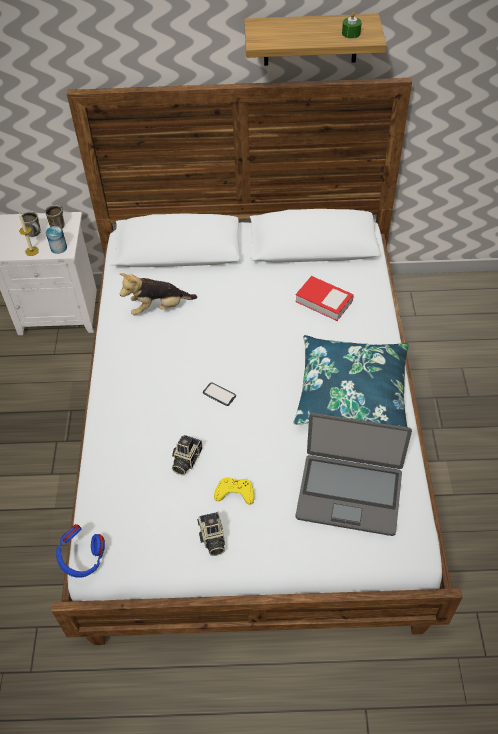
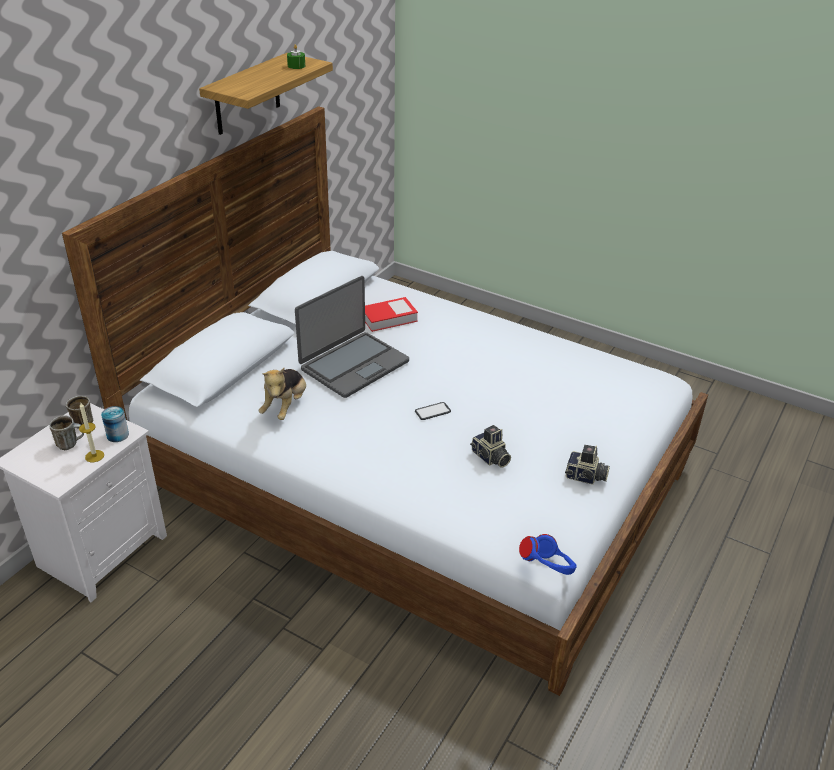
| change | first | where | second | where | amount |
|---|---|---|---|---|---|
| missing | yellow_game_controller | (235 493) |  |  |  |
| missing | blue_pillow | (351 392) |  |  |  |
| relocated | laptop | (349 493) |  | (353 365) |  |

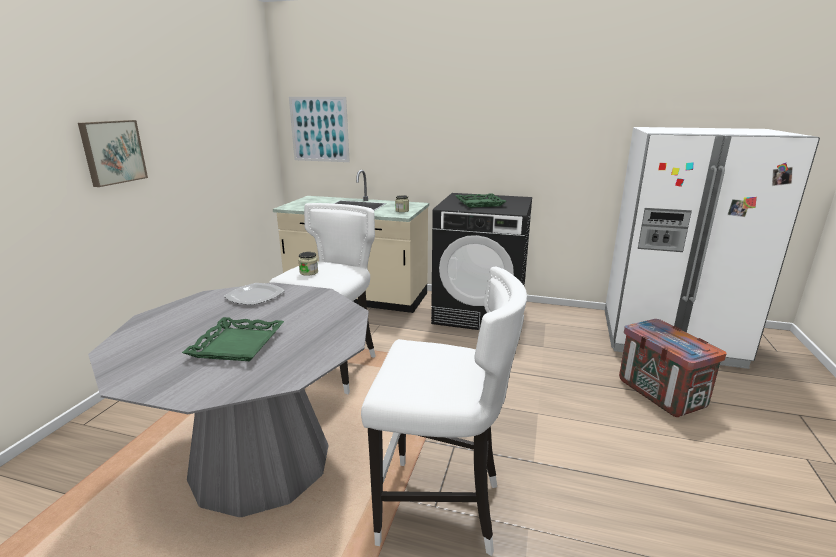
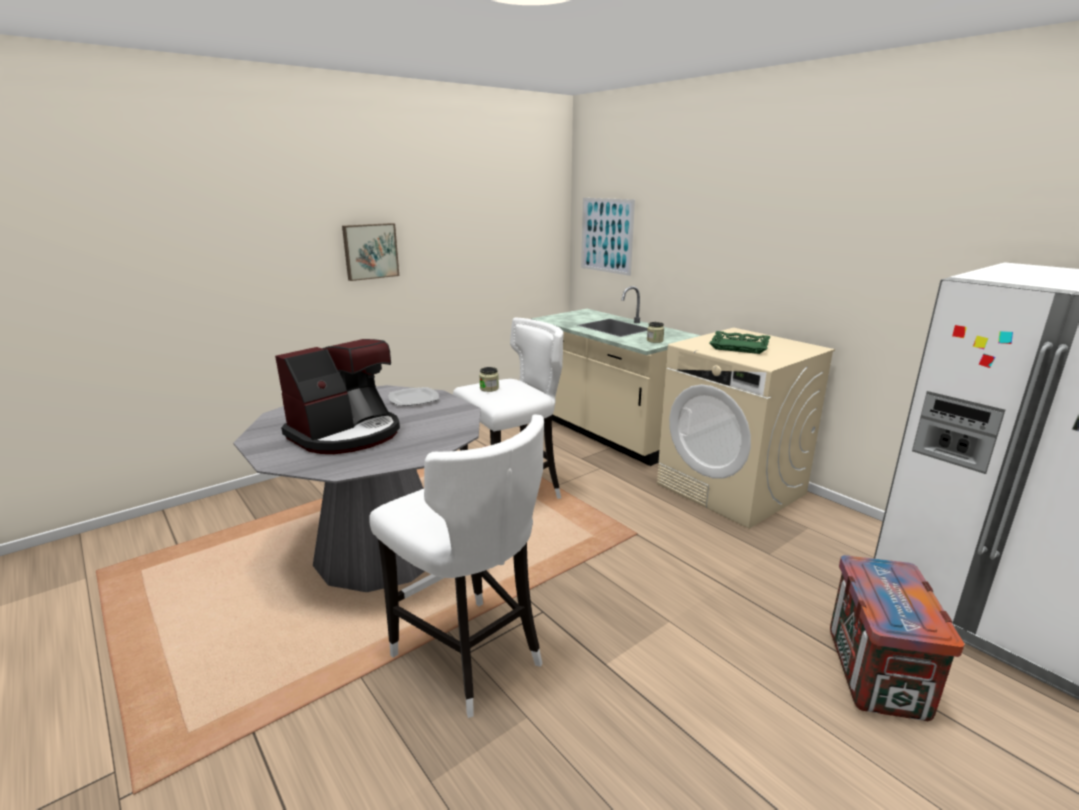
| change | first | where | second | where | amount |
|---|---|---|---|---|---|
| exchanged | green_tray | (237 344) | coffee_machine | (346 434) |  |
| colour | black_washing_machine | (480 313) | beige_washing_machine | (731 489) |  |

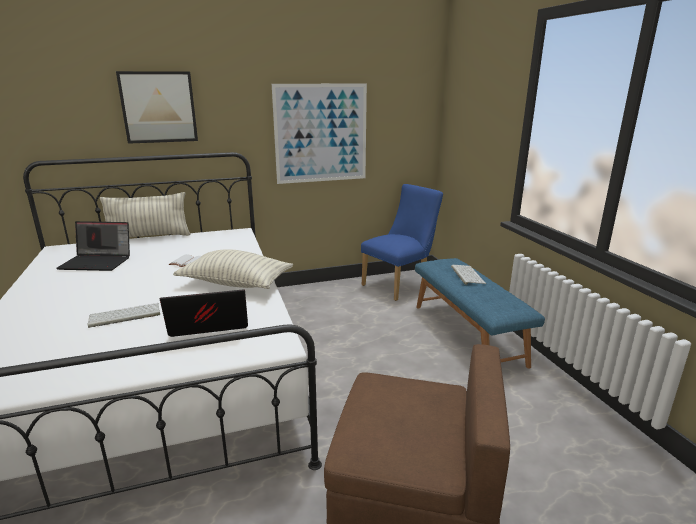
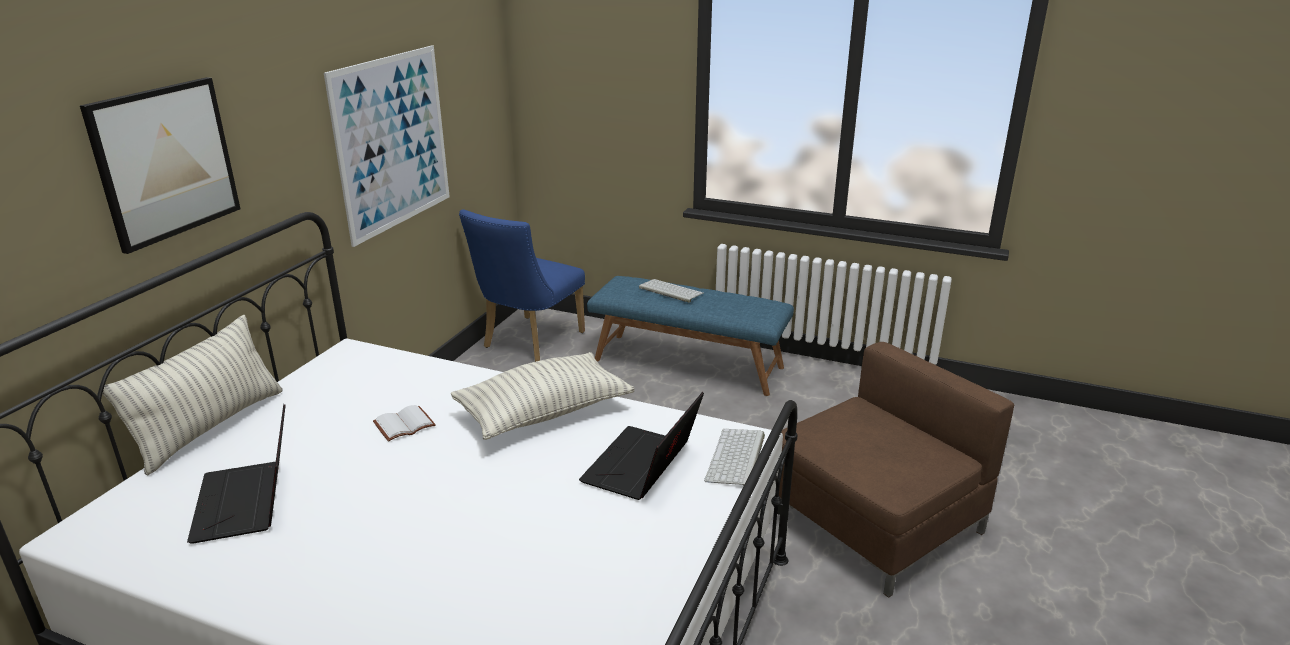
| change | first | where | second | where | amount |
|---|---|---|---|---|---|
| spun | laptop | (98 262) |  | (248 502) | 120 degrees clockwise |
| relocated | keyboard | (124 316) |  | (737 459) |  |
| spun | blue_chair | (400 284) |  | (528 342) | 150 degrees counterclockwise |

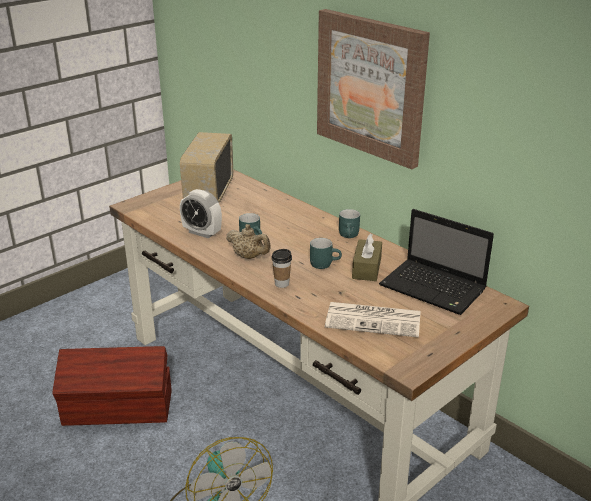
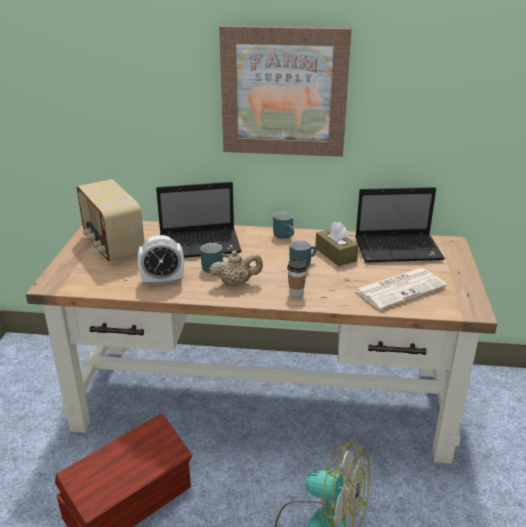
| change | first | where | second | where | amount |
|---|---|---|---|---|---|
| appeared |  |  | laptop | (201 245) |  |

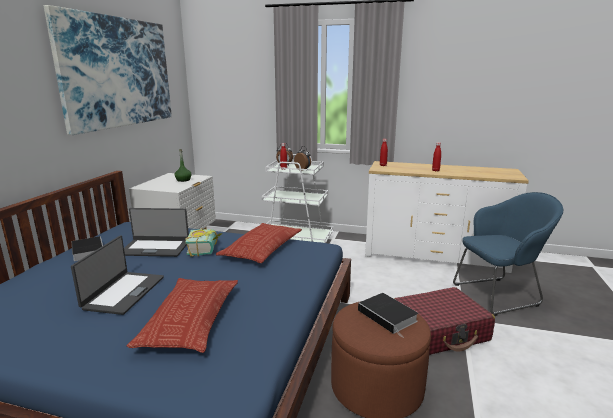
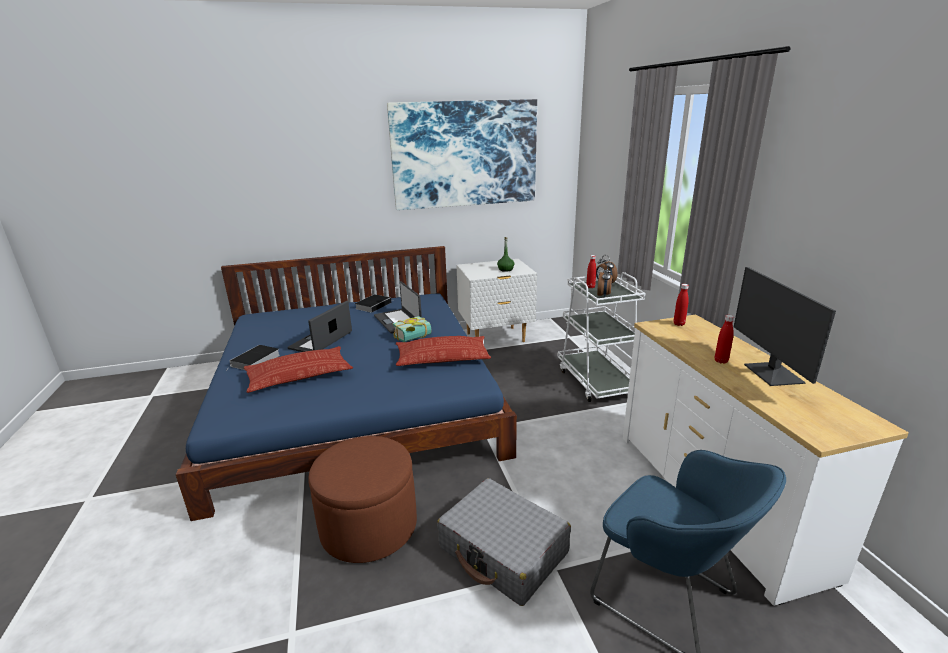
| change | first | where | second | where | amount |
|---|---|---|---|---|---|
| spun | laptop | (123 292) |  | (321 340) | 135 degrees clockwise |
| relocated | book | (389 316) |  | (255 361) |  |
| colour | red_suitcase | (440 331) | grey_suitcase | (503 551) |  |
| appeared |  |  | monitor | (772 374) |  |

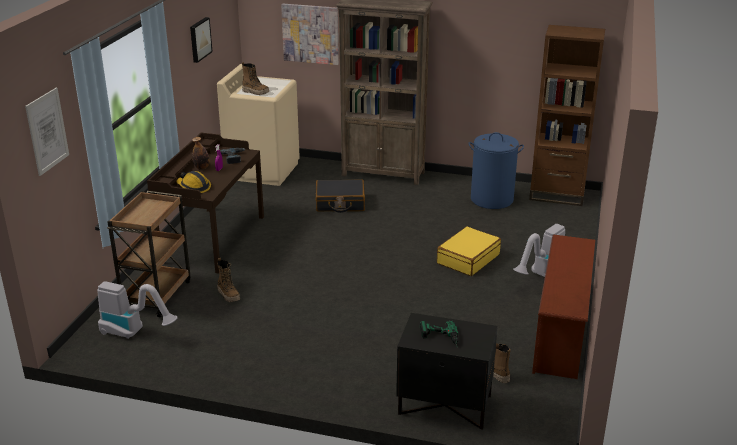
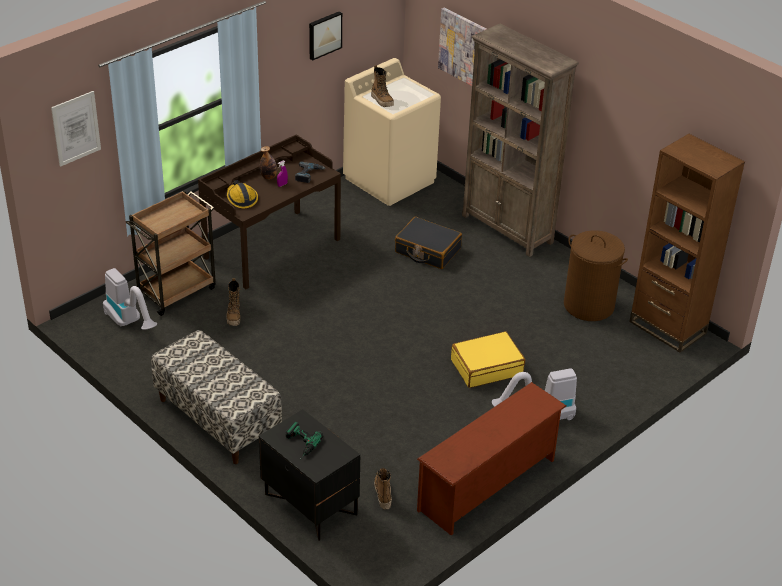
| change | first | where | second | where | amount |
|---|---|---|---|---|---|
| colour | blue_laundry_basket | (492 199) | brown_laundry_basket | (589 305) |  |
| appeared |  |  | bench | (217 419) |  |

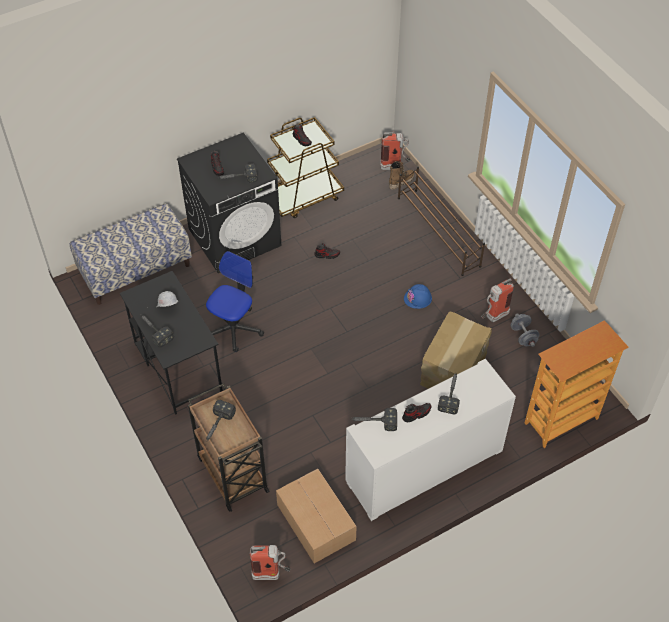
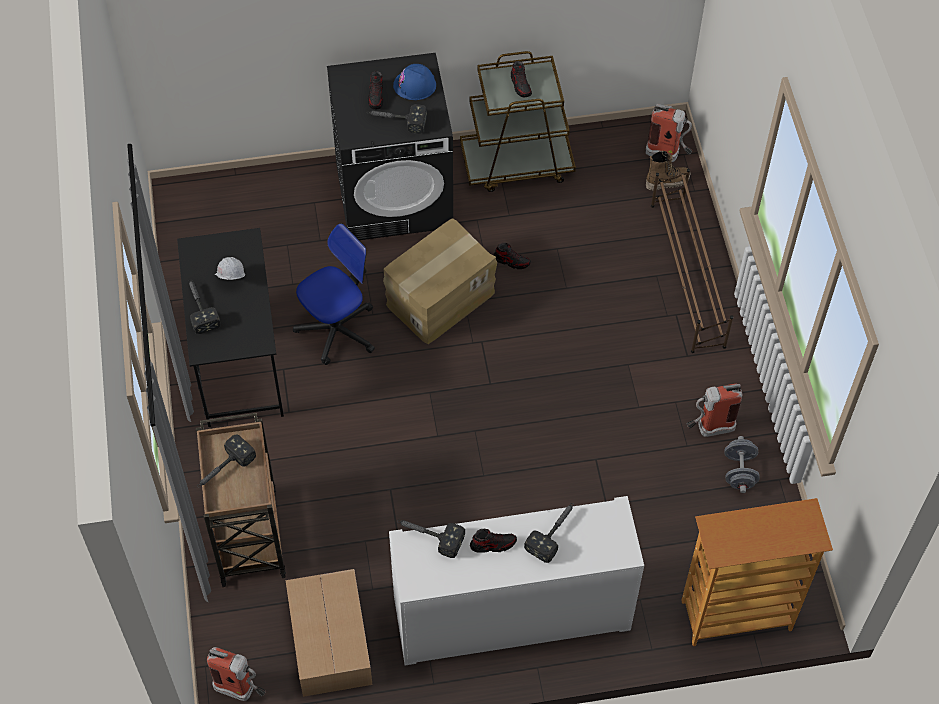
| change | first | where | second | where | amount |
|---|---|---|---|---|---|
| missing | bench | (136 270) |  |  |  |
| relocated | blue_hard_hat | (418 298) |  | (414 85) |  |
| relocated | cardboard_box | (452 368) |  | (439 298) |  |

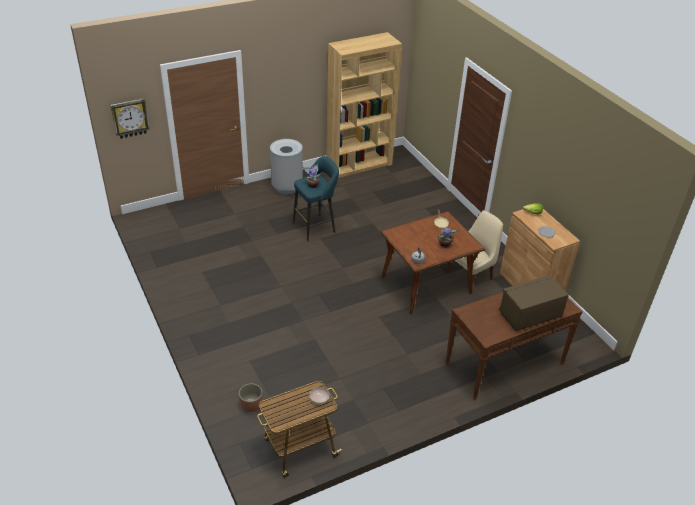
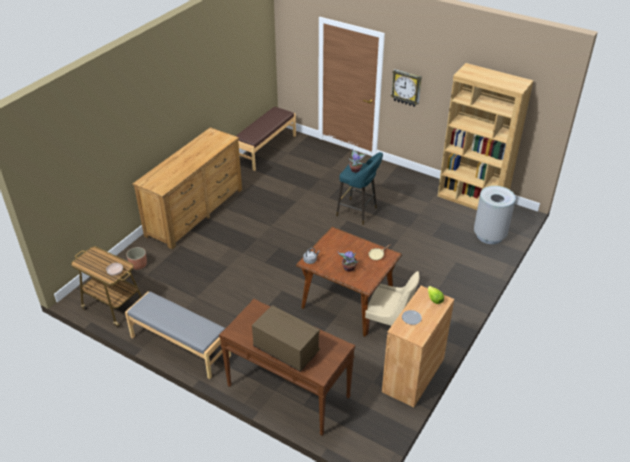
| change | first | where | second | where | amount |
|---|---|---|---|---|---|
| relocated | wall_clock | (130 118) |  | (406 88) |  |
| relocated | grey_trash_can | (287 187) |  | (489 235) |  |
| appeared |  |  | grey_bench | (179 347) |  |
| appeared |  |  | brown_dresser | (195 212) |  |
| appeared |  |  | brown_bench | (265 149) |  |

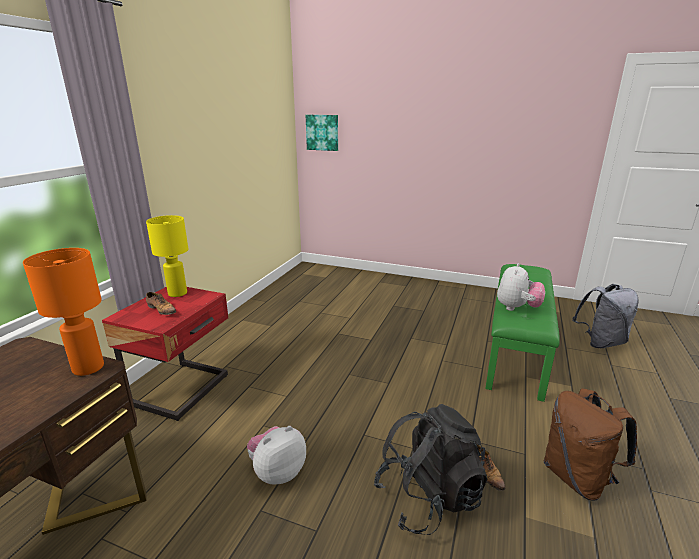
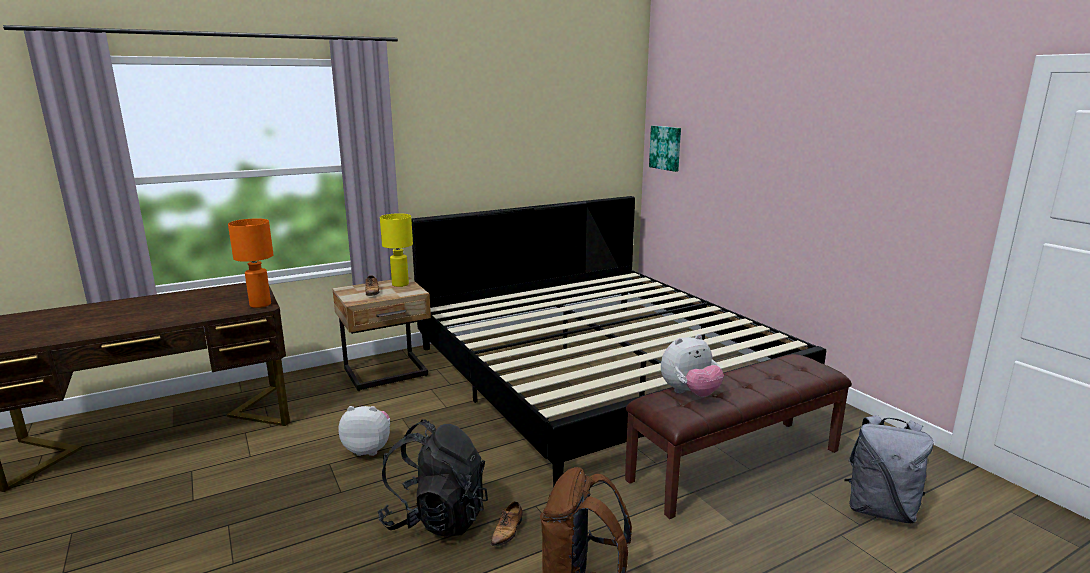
| change | first | where | second | where | amount |
|---|---|---|---|---|---|
| colour | red_nightstand | (183 390) | beige_nightstand | (387 374) |  |
| colour | green_bench | (515 348) | brown_bench | (734 464) |  |
| appeared |  |  | bed | (599 372) |  |

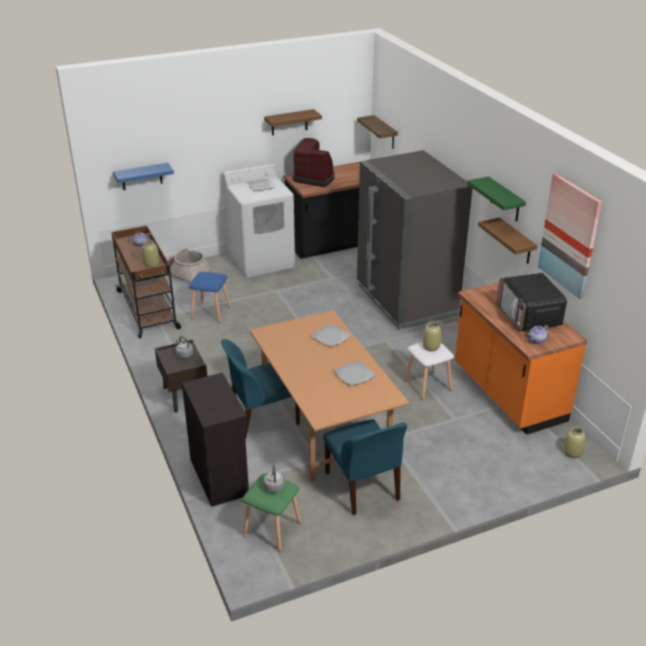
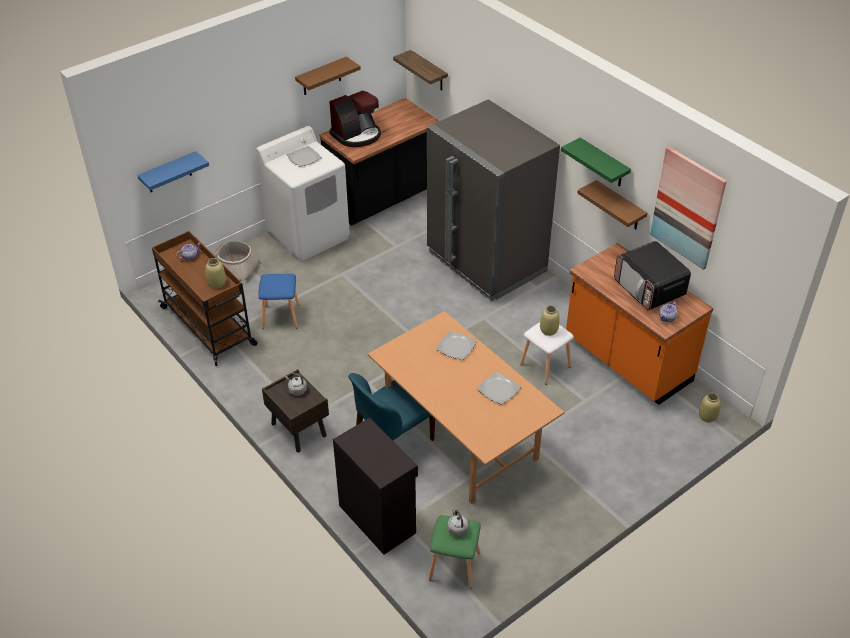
| change | first | where | second | where | amount |
|---|---|---|---|---|---|
| spun | coffee_machine | (314 178) |  | (357 135) | 135 degrees clockwise |
| missing | blue_chair | (363 487) |  |  |  |

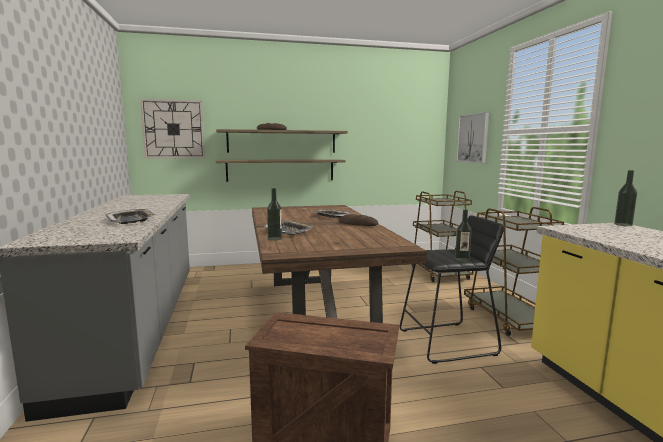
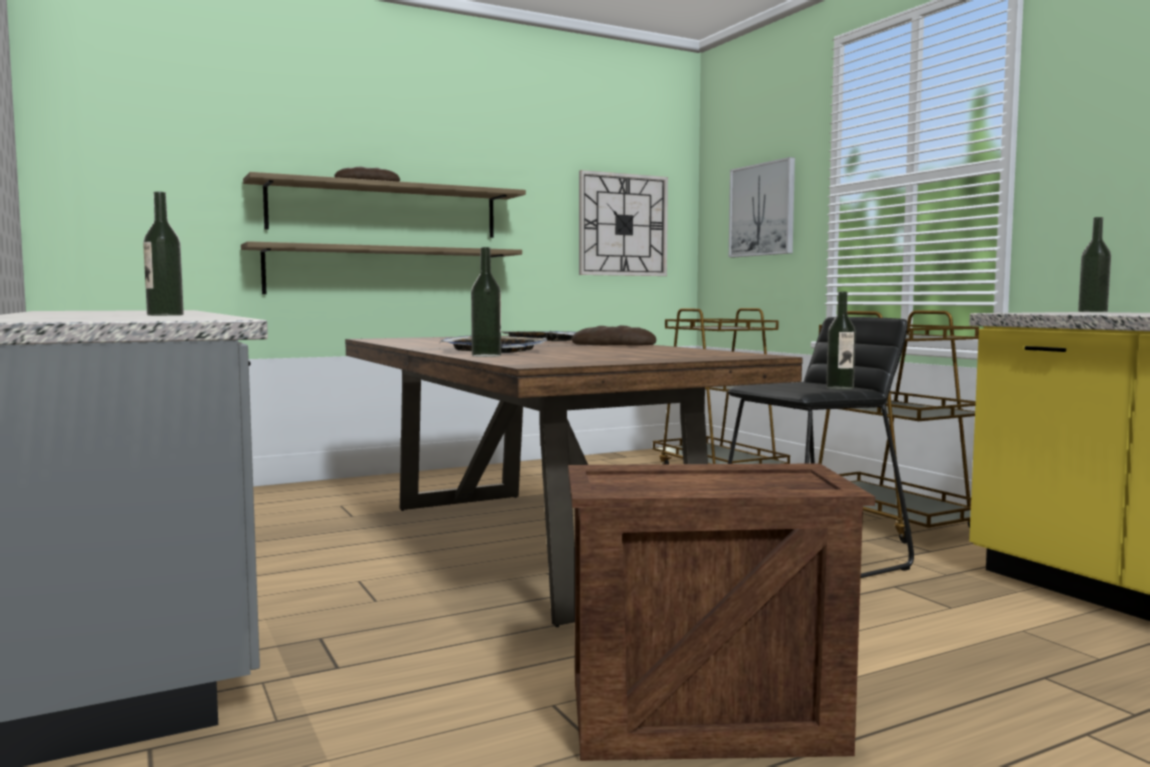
| change | first | where | second | where | amount |
|---|---|---|---|---|---|
| exchanged | tray | (131 220) | bottle | (165 315) |  |
| relocated | wall_clock | (173 129) |  | (623 225) |  |

